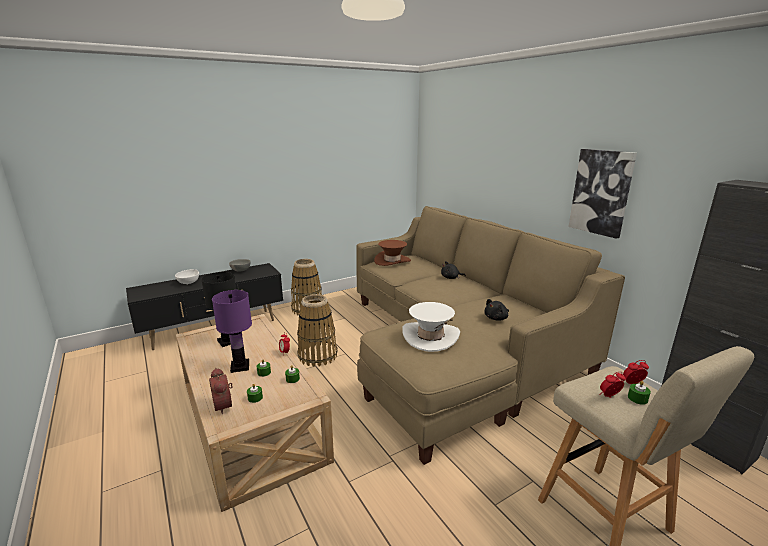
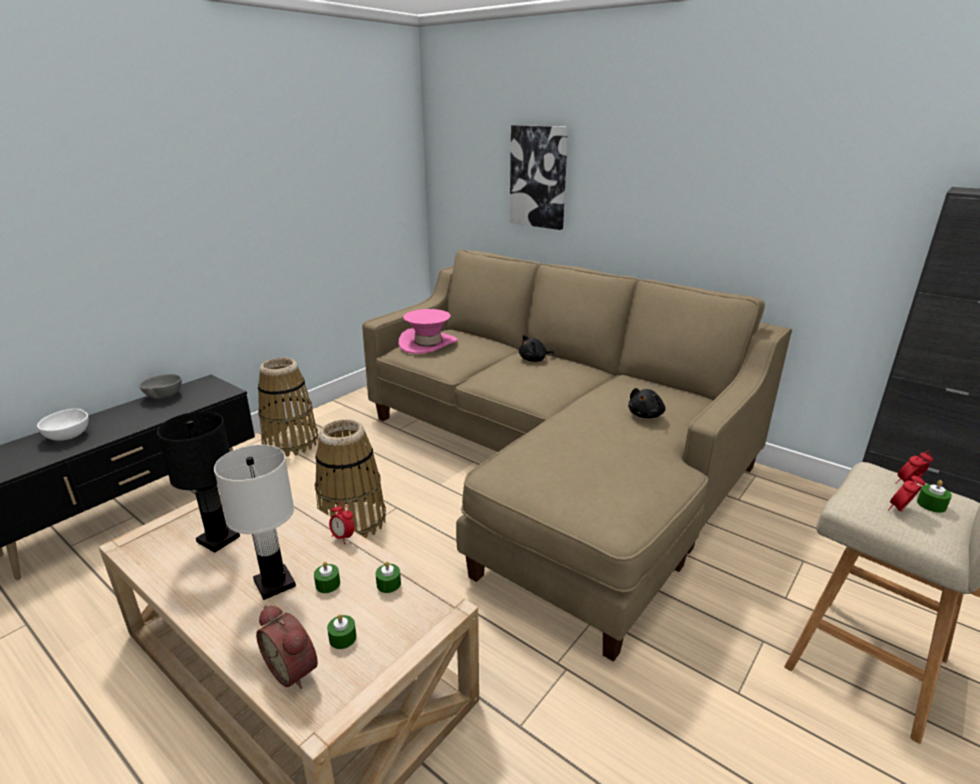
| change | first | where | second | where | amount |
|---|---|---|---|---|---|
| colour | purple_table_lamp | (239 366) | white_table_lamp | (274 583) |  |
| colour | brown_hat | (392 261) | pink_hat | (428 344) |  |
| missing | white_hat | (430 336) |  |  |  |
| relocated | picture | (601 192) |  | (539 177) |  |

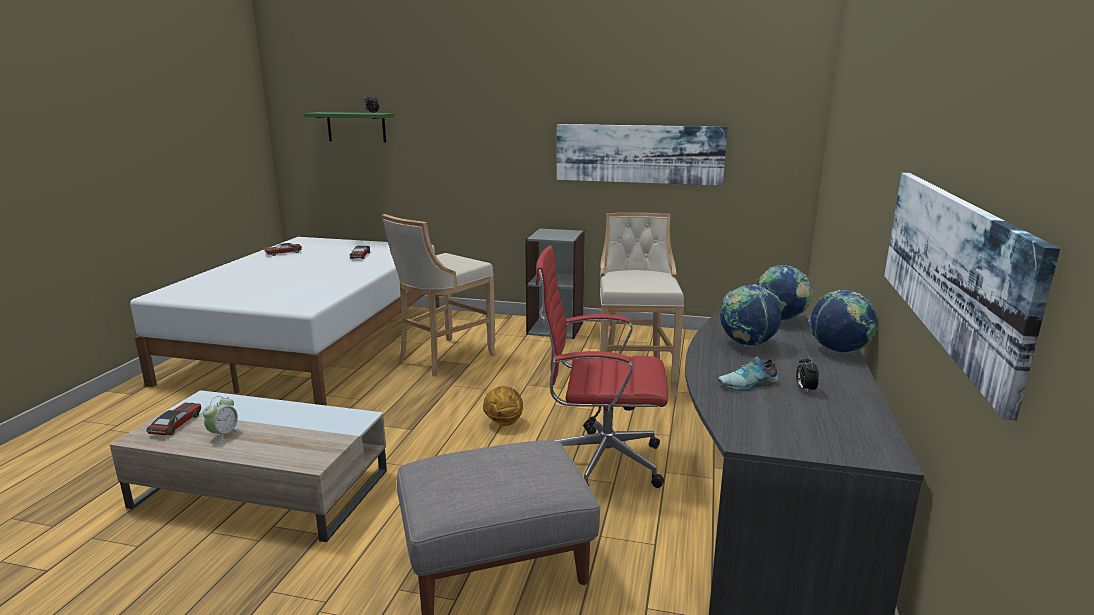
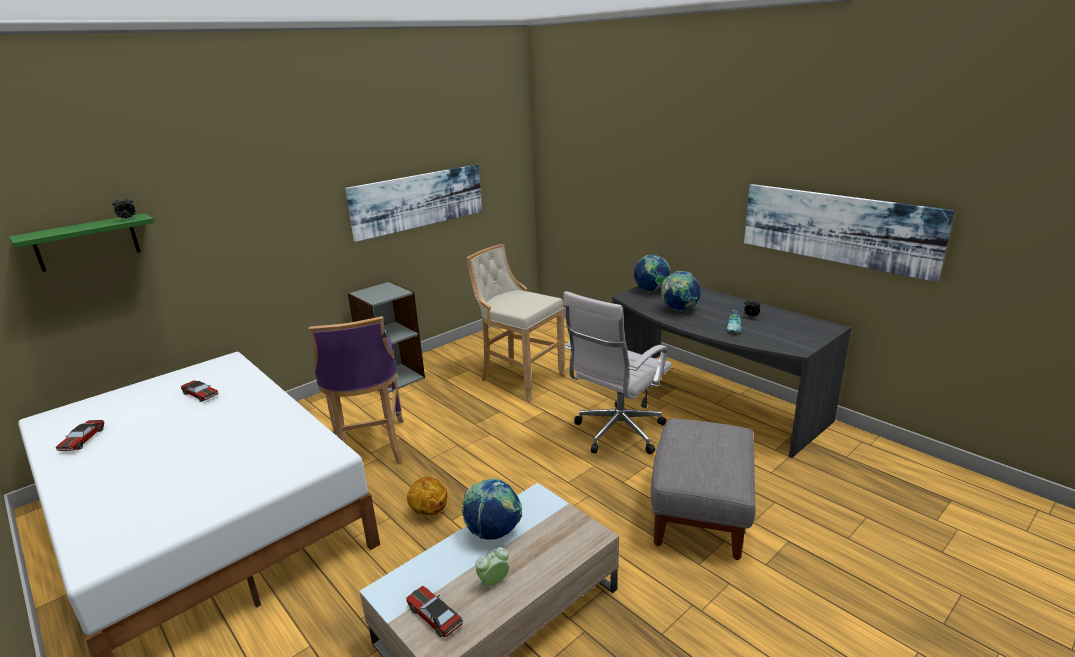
| change | first | where | second | where | amount |
|---|---|---|---|---|---|
| spun | alarm_clock | (224 435) |  | (493 583) | 90 degrees counterclockwise |
| colour | beige_stool | (442 358) | purple_stool | (370 448) |  |
| relocated | basketball | (503 422) |  | (429 512) |  |
| colour | red_office_chair | (599 462) | white_office_chair | (616 434) |  |
| relocated | globe | (839 351) |  | (494 532) |  |

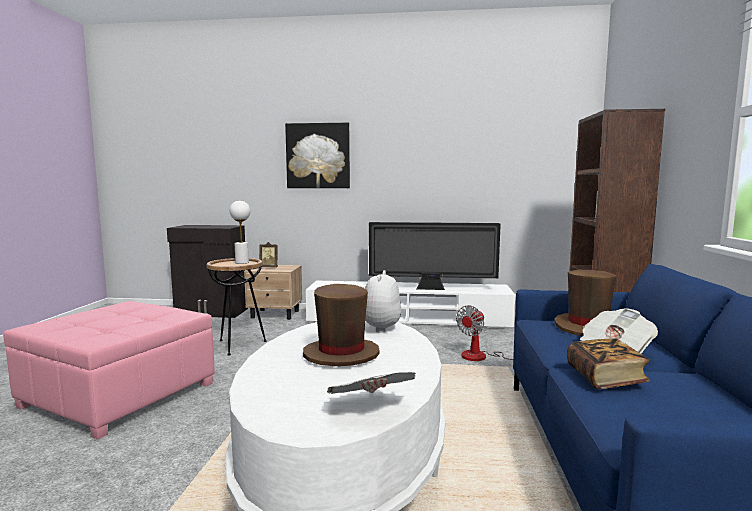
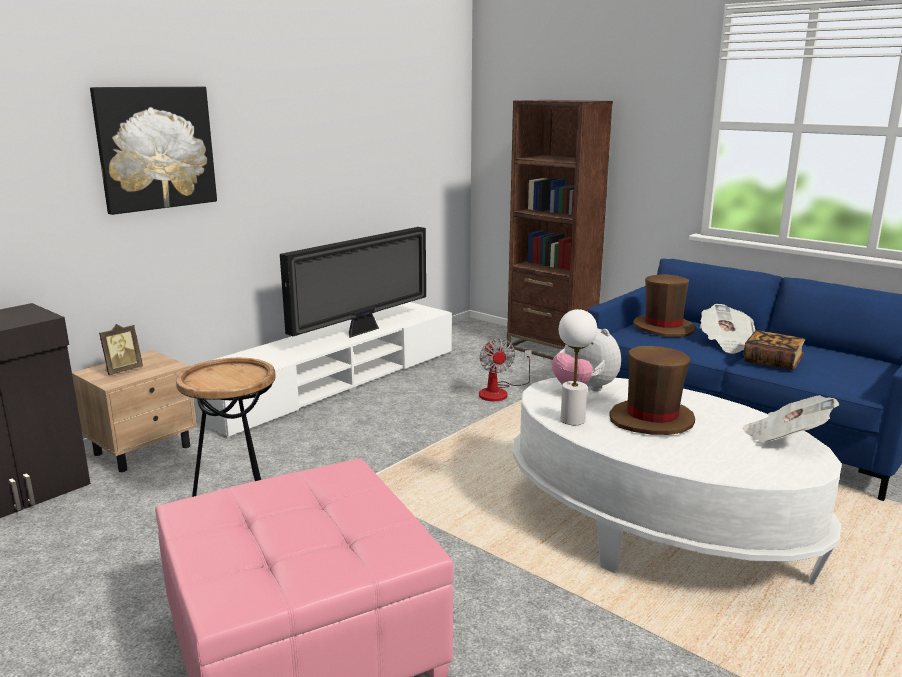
| change | first | where | second | where | amount |
|---|---|---|---|---|---|
| relocated | white_table_lamp | (242 262) |  | (573 420) |  |

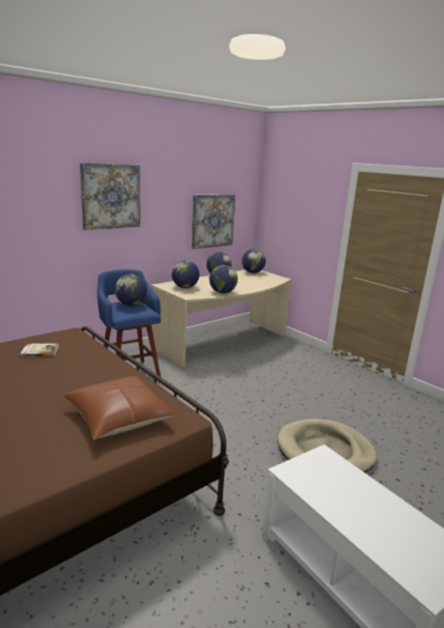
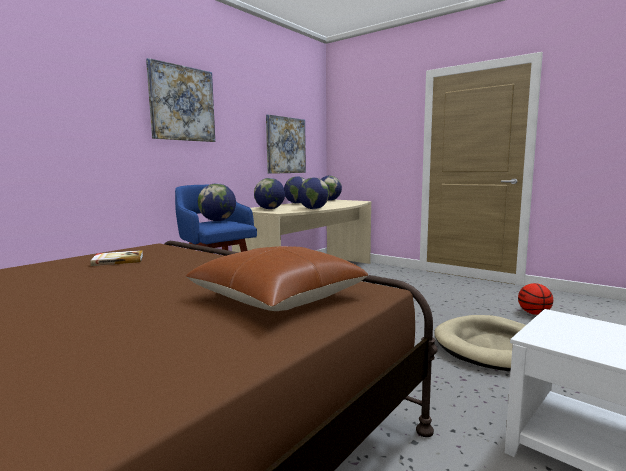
| change | first | where | second | where | amount |
|---|---|---|---|---|---|
| appeared |  |  | basketball | (534 313) |  |

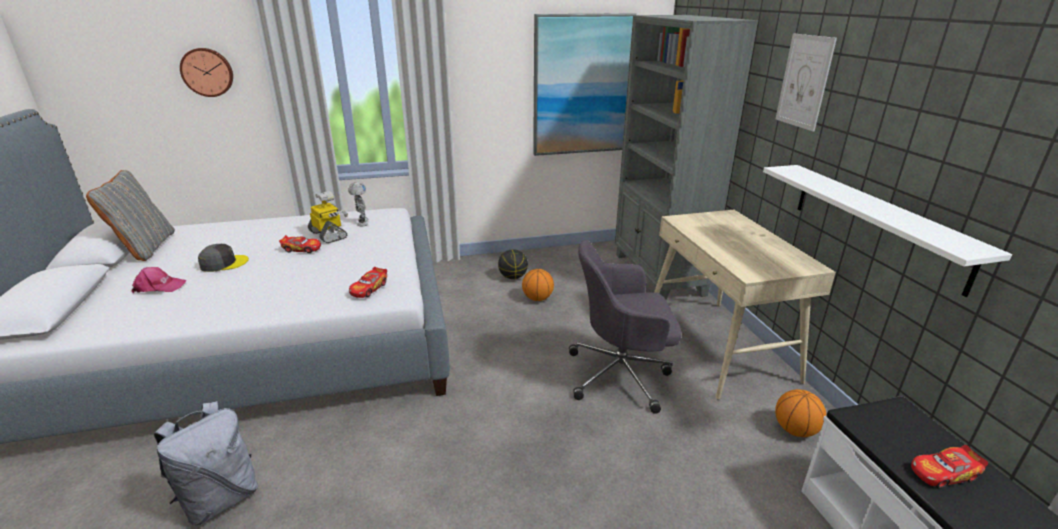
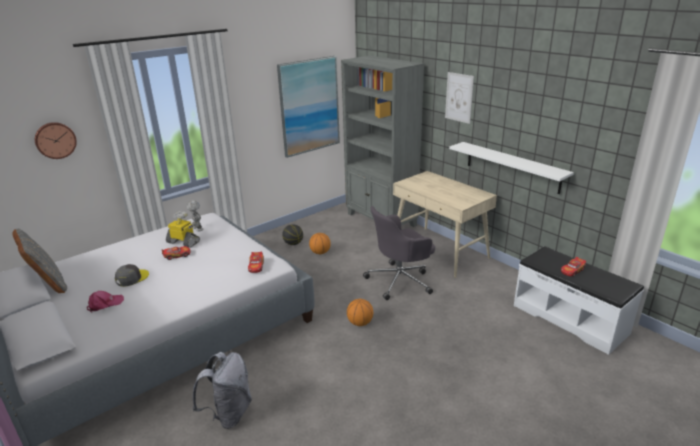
| change | first | where | second | where | amount |
|---|---|---|---|---|---|
| relocated | basketball | (795 430) |  | (360 323) |  |

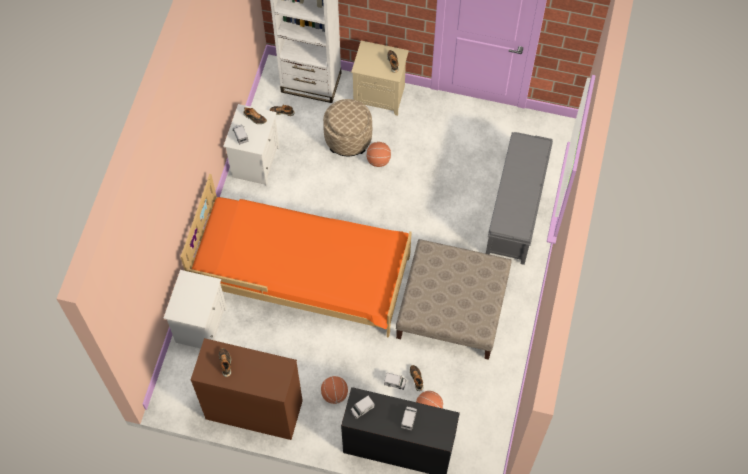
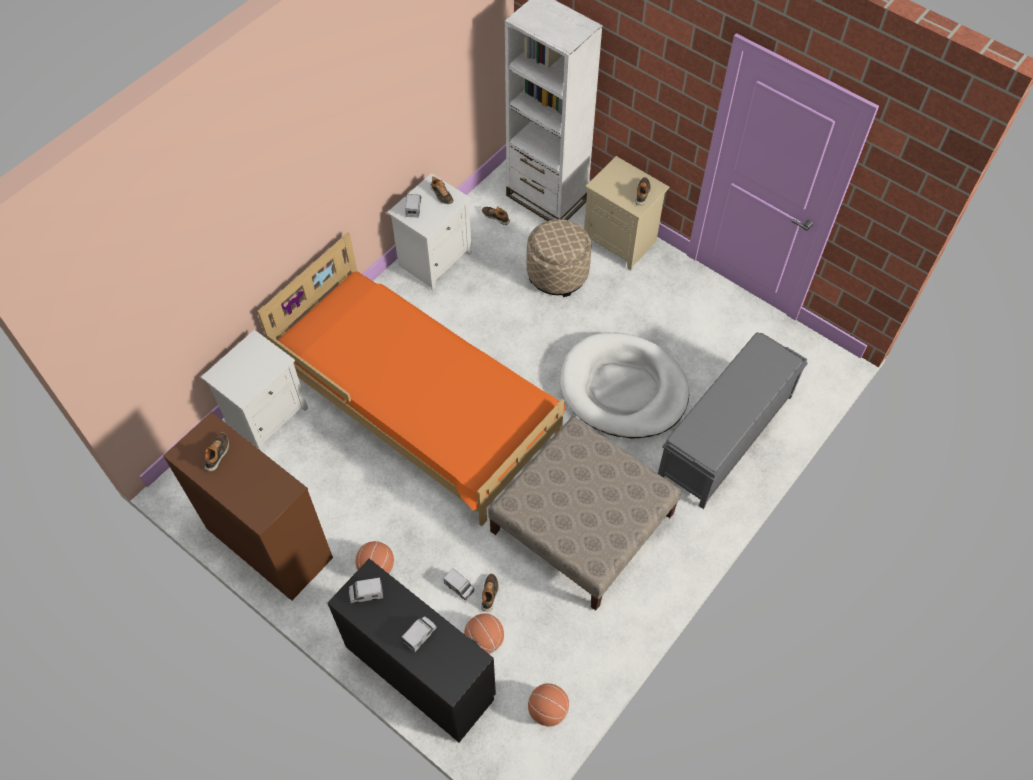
| change | first | where | second | where | amount |
|---|---|---|---|---|---|
| relocated | basketball | (378 160) |  | (548 710) |  |
| appeared |  |  | white_dog_bed | (623 389) |  |

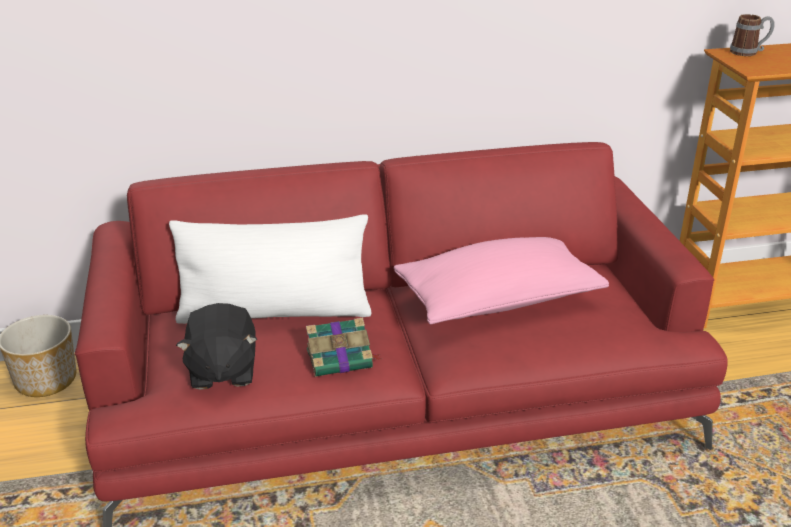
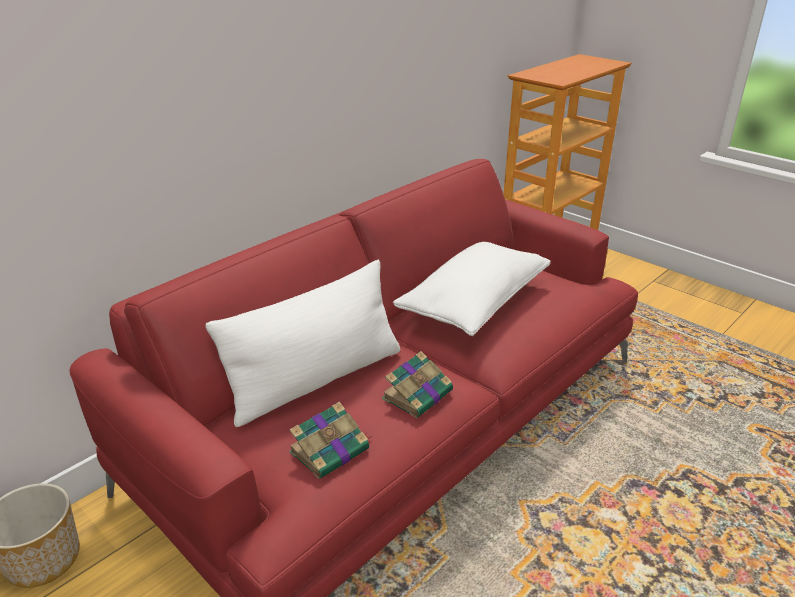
| change | first | where | second | where | amount |
|---|---|---|---|---|---|
| exchanged | black_plush_toy | (222 371) | book | (331 450) |  |
| colour | pink_pillow | (497 300) | white_pillow | (474 303) |  |
| missing | mug | (748 52) |  |  |  |

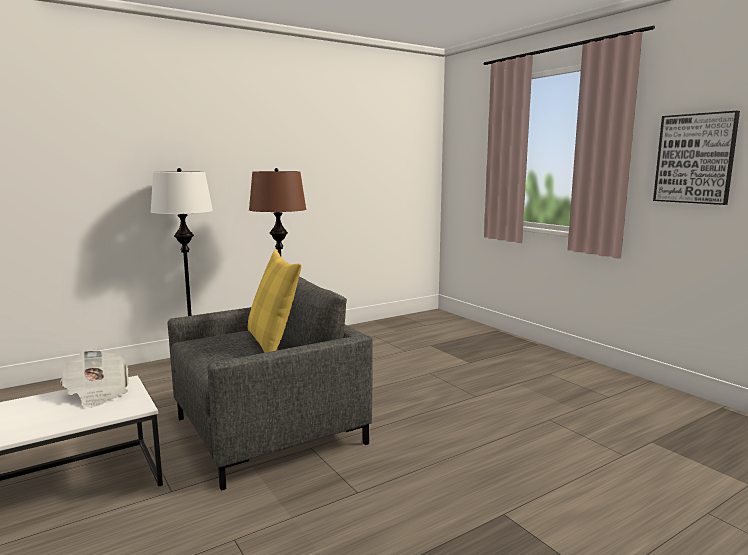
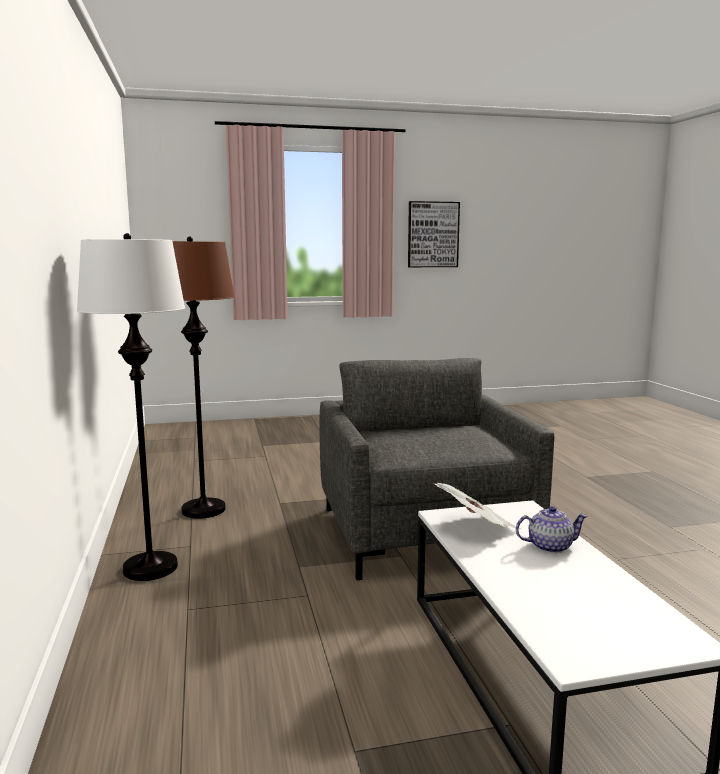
| change | first | where | second | where | amount |
|---|---|---|---|---|---|
| missing | yellow_pillow | (272 342) |  |  |  |
| appeared |  |  | teapot | (549 546) |  |

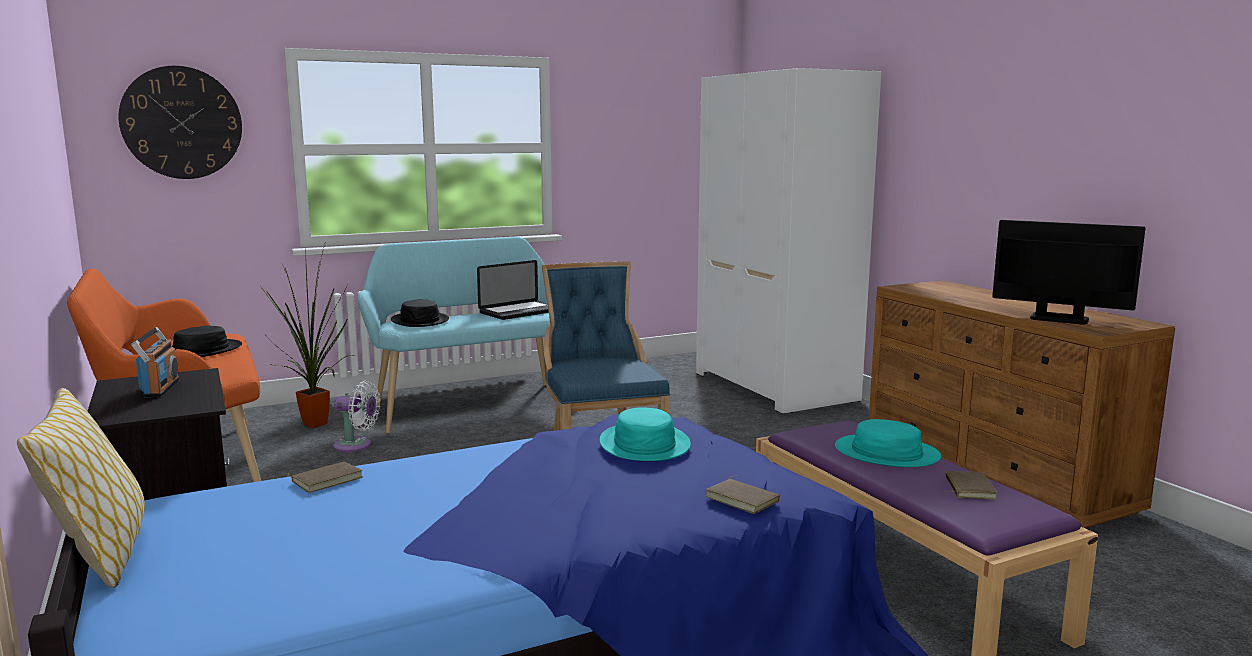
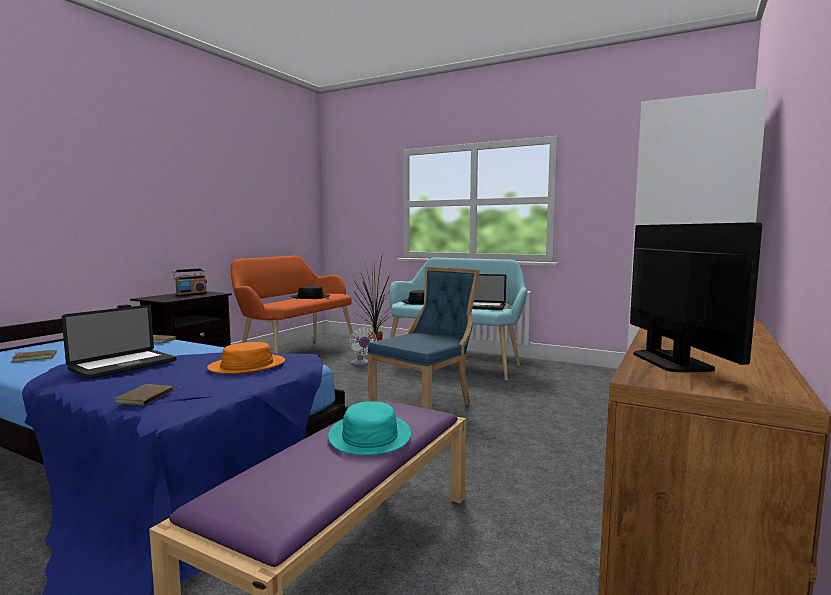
| change | first | where | second | where | amount |
|---|---|---|---|---|---|
| missing | pillow | (100 556) |  |  |  |
| missing | wall_clock | (182 123) |  |  |  |
| colour | turquoise_hat | (644 444) | orange_hat | (247 366) |  |
| relocated | brown_book | (967 488) |  | (35 357) |  |
| appeared |  |  | laptop | (123 365) |  |

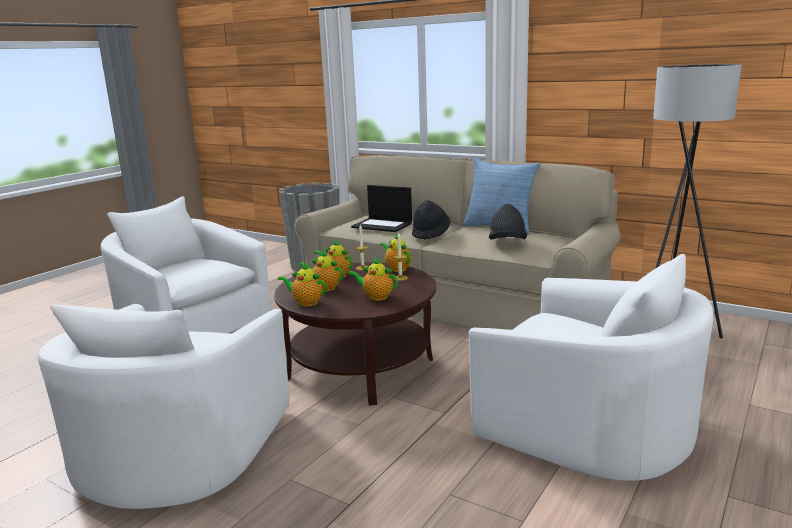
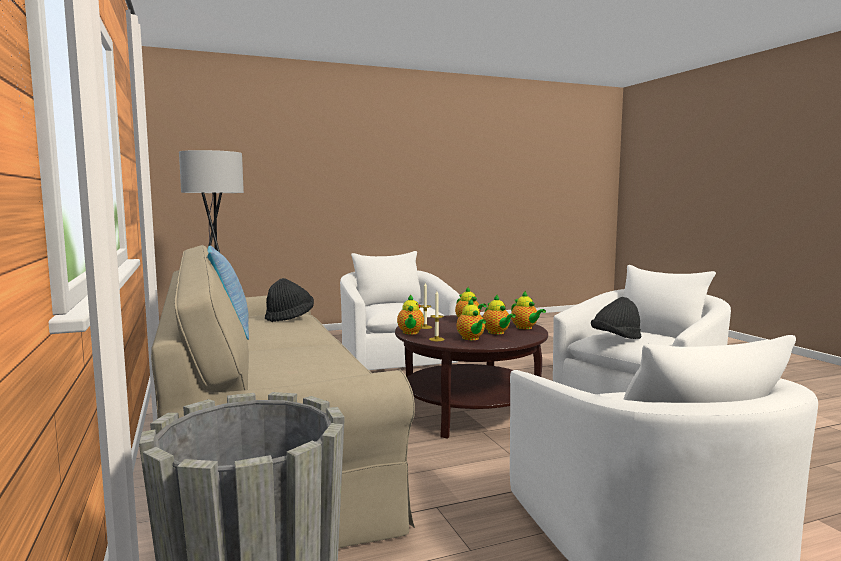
| change | first | where | second | where | amount |
|---|---|---|---|---|---|
| missing | laptop | (383 225) |  |  |  |
| relocated | black_hat | (430 234) |  | (615 338) |  |

